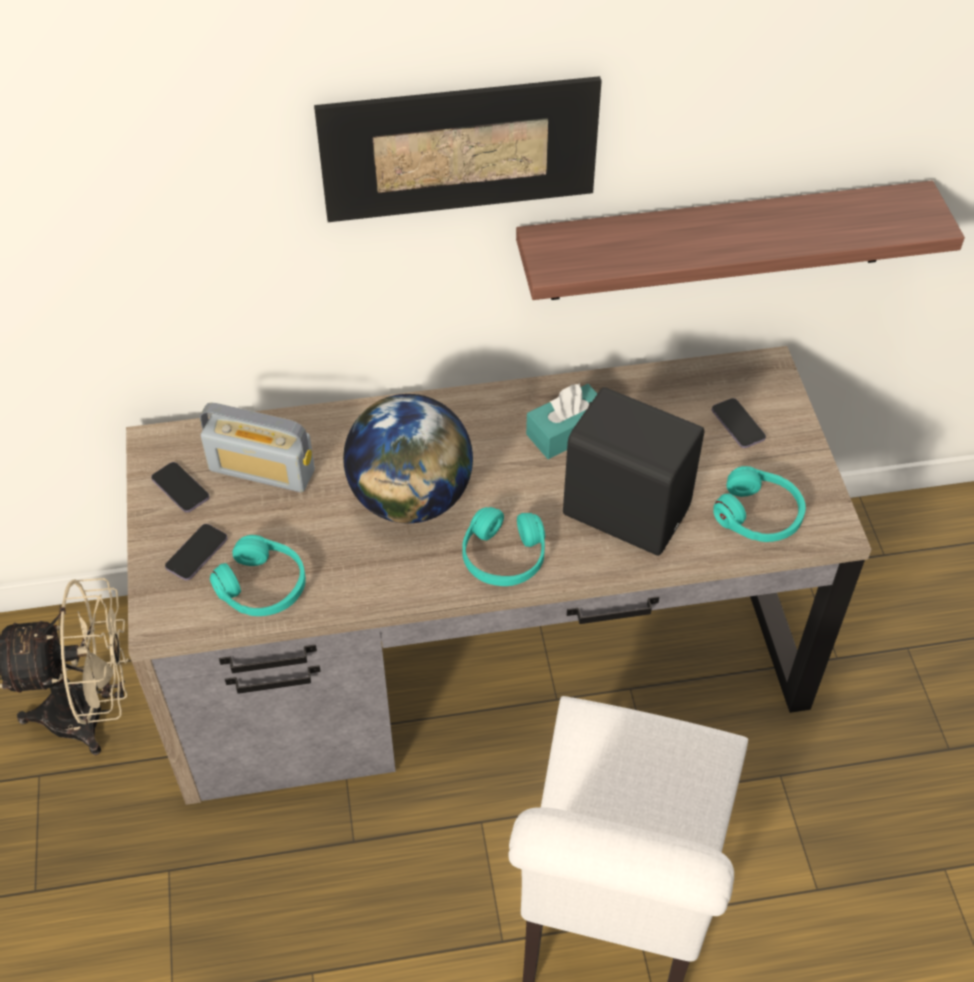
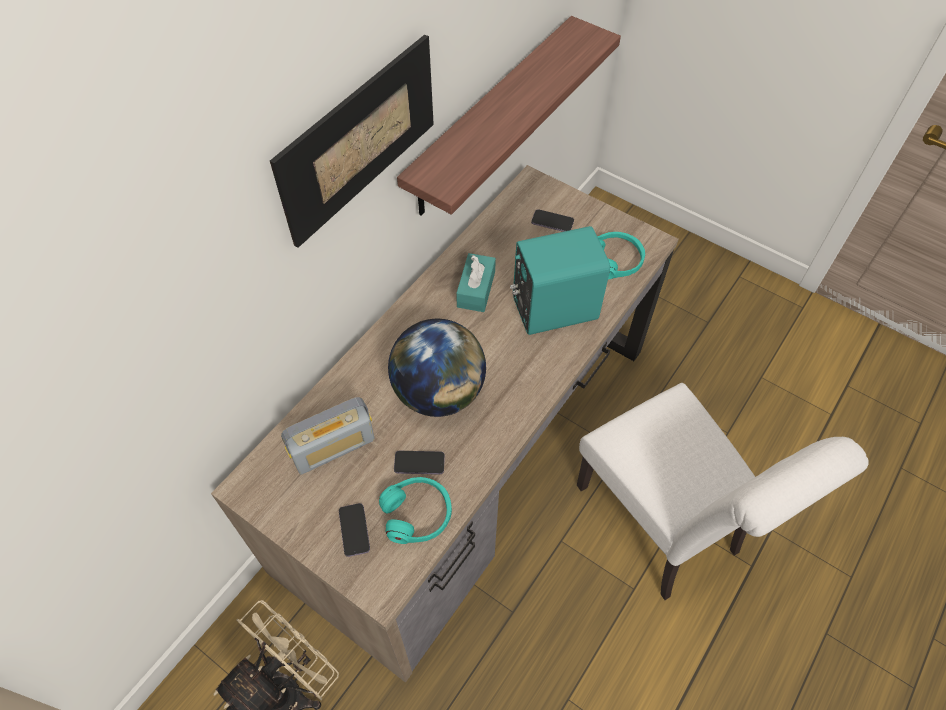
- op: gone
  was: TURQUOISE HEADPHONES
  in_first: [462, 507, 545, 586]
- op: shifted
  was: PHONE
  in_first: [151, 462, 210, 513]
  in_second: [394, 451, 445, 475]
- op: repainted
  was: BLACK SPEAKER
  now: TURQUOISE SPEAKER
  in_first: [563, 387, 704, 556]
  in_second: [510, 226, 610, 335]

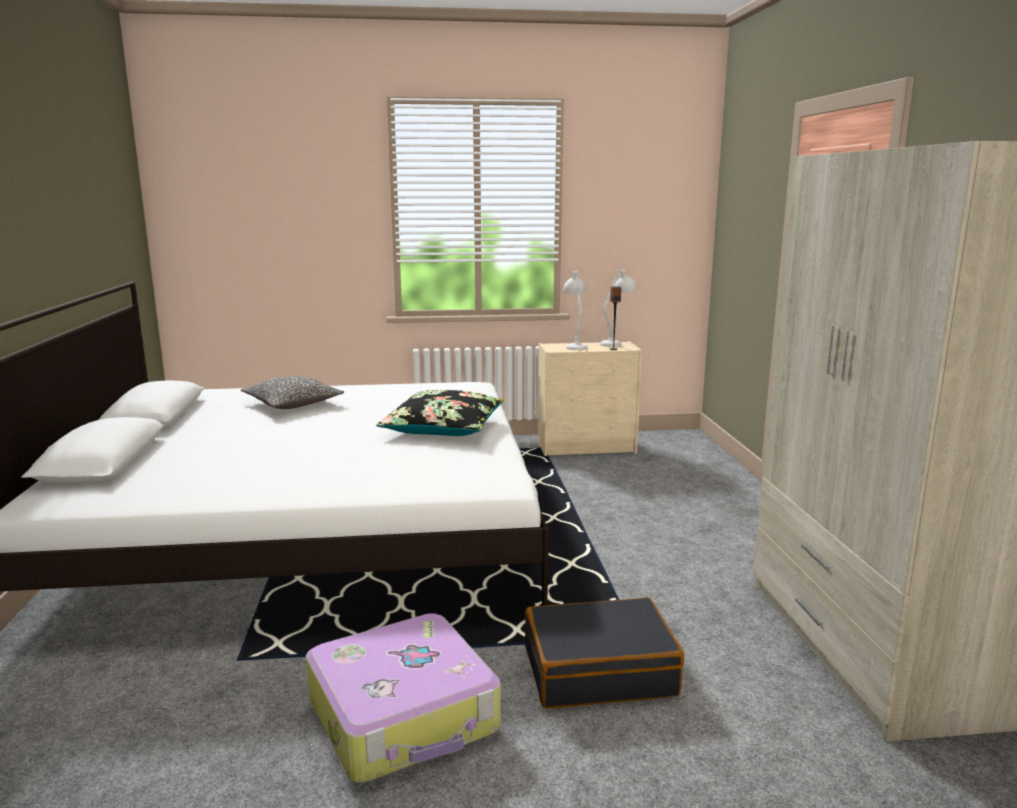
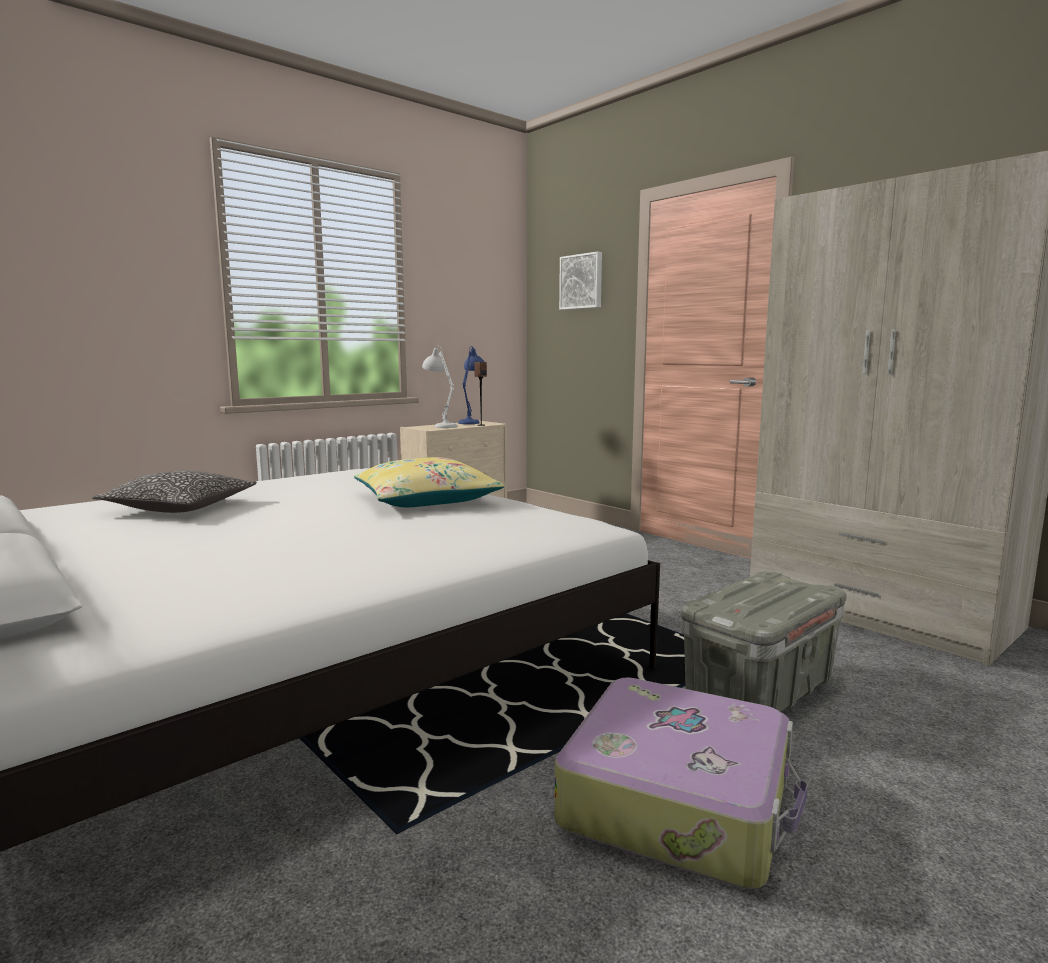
- op: new
  now: PICTURE
  in_second: [559, 251, 602, 310]
- op: swapped
  was: BLACK SUITCASE
  now: GREY STORAGE BOX
  in_first: [525, 597, 684, 708]
  in_second: [681, 571, 847, 712]
- op: repainted
  was: BLACK PILLOW
  now: YELLOW PILLOW
  in_first: [376, 390, 504, 436]
  in_second: [354, 457, 504, 507]
- op: repainted
  was: WHITE TABLE LAMP
  now: BLUE TABLE LAMP
  in_first: [600, 268, 637, 347]
  in_second: [458, 346, 484, 424]

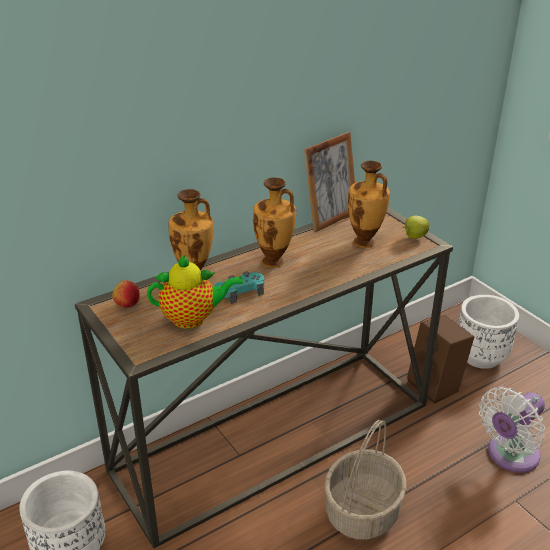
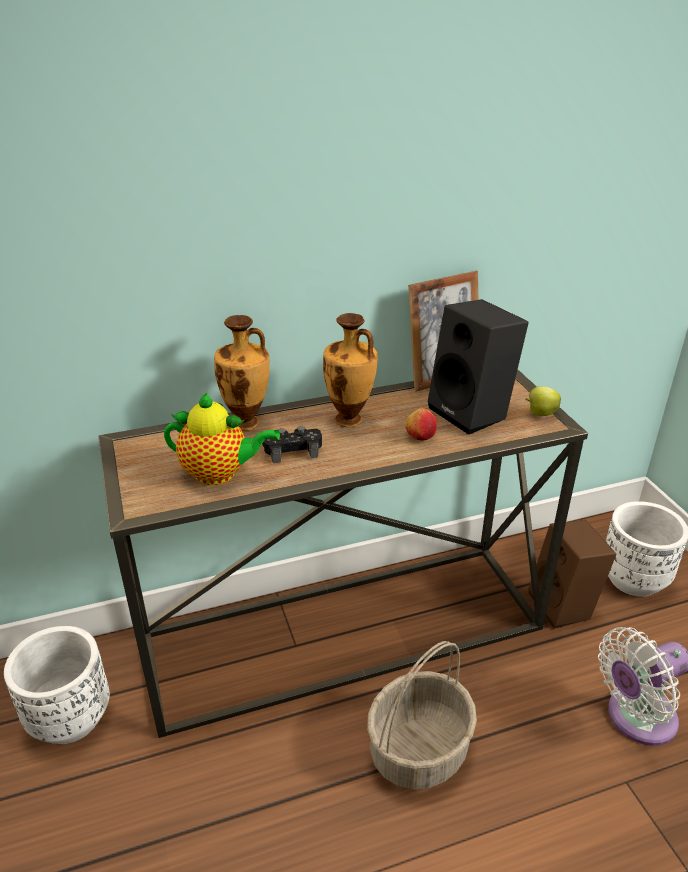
- op: shifted
  was: APPLE
  in_first: [112, 280, 140, 308]
  in_second: [405, 408, 437, 440]
- op: swapped
  was: VASE
  now: BLACK SPEAKER
  in_first: [348, 161, 390, 248]
  in_second: [428, 299, 529, 435]
- op: repainted
  was: TURQUOISE GAME CONTROLLER
  now: BLACK GAME CONTROLLER
  in_first: [215, 271, 264, 304]
  in_second: [262, 426, 322, 463]

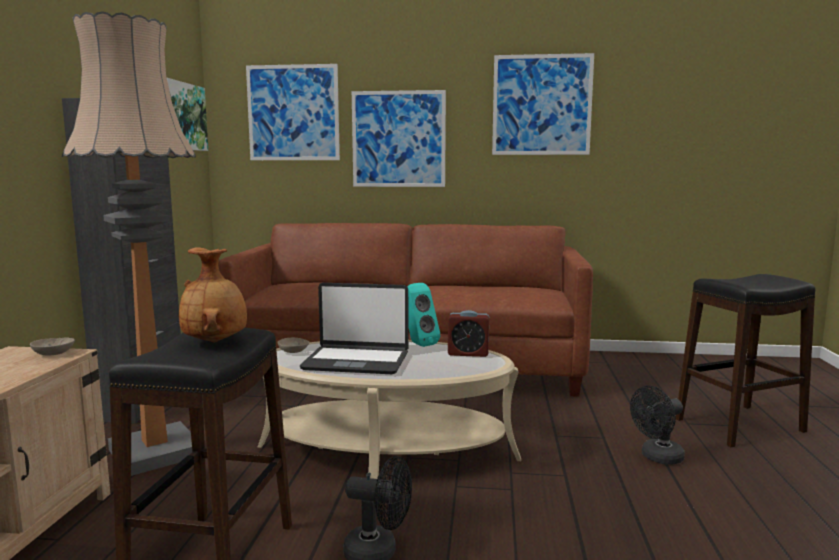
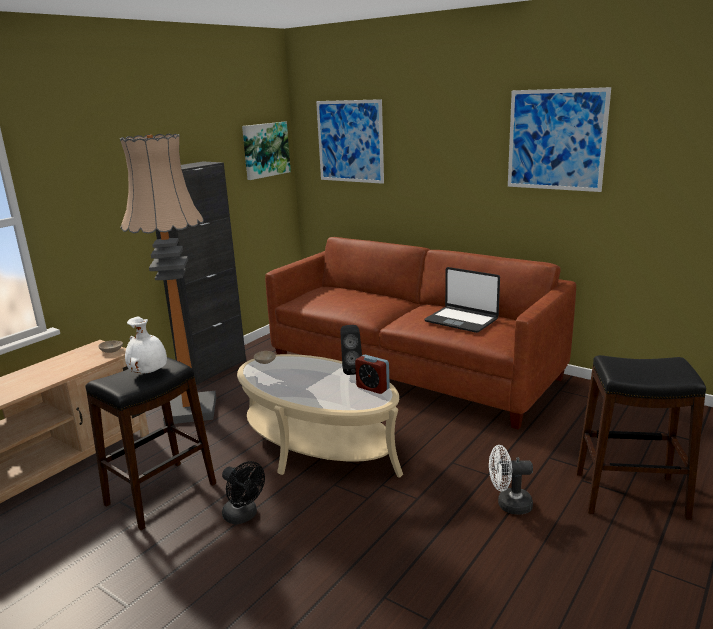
- op: gone
  was: PICTURE
  in_first: [352, 90, 446, 187]
- op: shifted
  was: LAPTOP
  in_first: [300, 283, 409, 374]
  in_second: [424, 267, 500, 333]
- op: repainted
  was: BROWN VASE
  now: WHITE VASE
  in_first: [179, 247, 247, 342]
  in_second: [125, 316, 167, 373]
- op: repainted
  was: TURQUOISE SPEAKER
  now: BLACK SPEAKER
  in_first: [408, 283, 440, 347]
  in_second: [340, 325, 362, 375]
- op: repainted
  was: BLACK FAN
  now: WHITE FAN
  in_first: [630, 386, 685, 465]
  in_second: [489, 445, 533, 515]

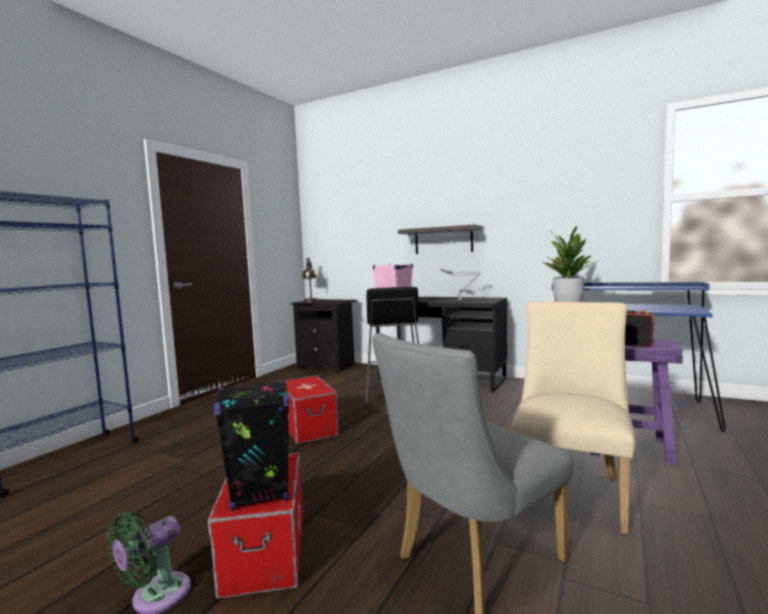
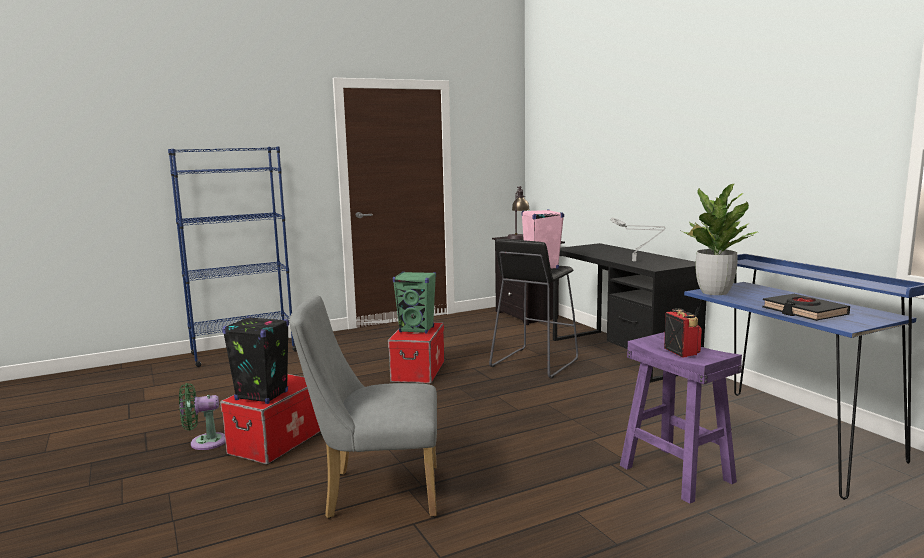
- op: gone
  was: SHELF
  in_first: [398, 224, 482, 254]
- op: gone
  was: BEIGE CHAIR
  in_first: [511, 302, 636, 534]
- op: new
  now: GREEN SPEAKER
  in_second: [393, 272, 436, 334]
- op: new
  now: BLACK BOOK
  in_second: [762, 294, 850, 321]

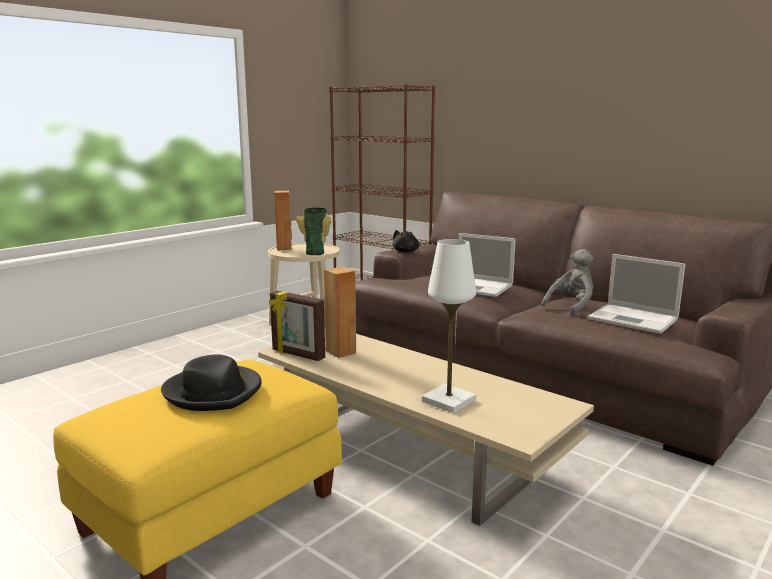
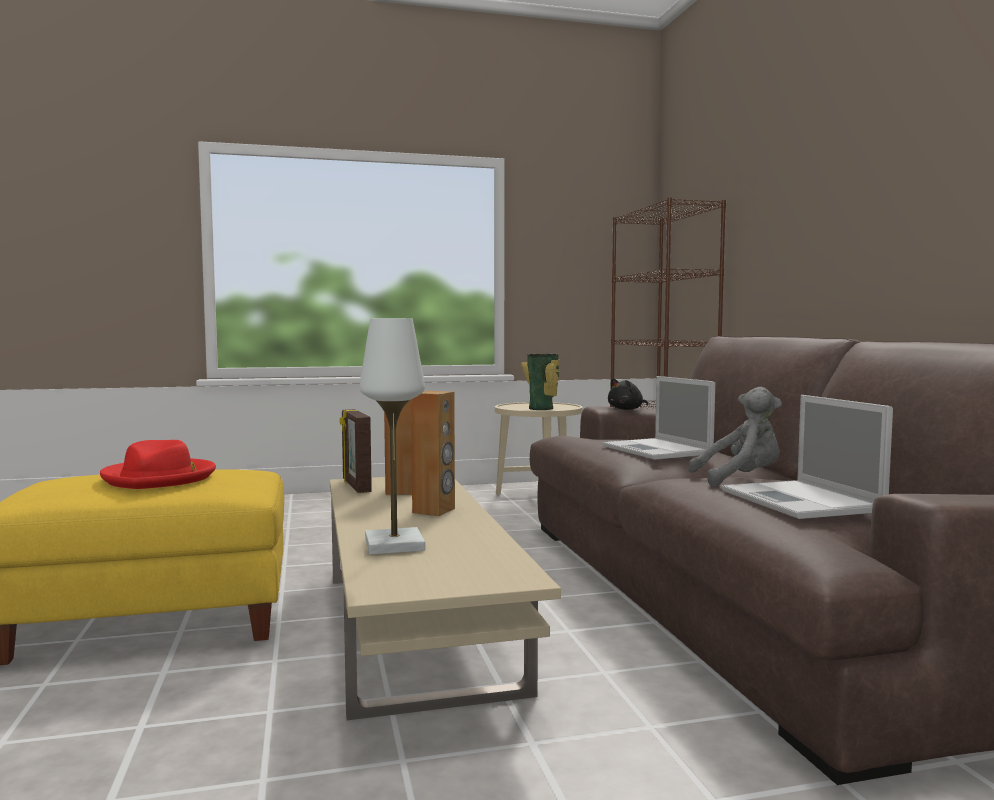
- op: shifted
  was: BROWN SPEAKER
  in_first: [274, 191, 292, 250]
  in_second: [411, 391, 455, 516]
- op: repainted
  was: BLACK HAT
  now: RED HAT
  in_first: [161, 354, 262, 411]
  in_second: [100, 440, 216, 489]

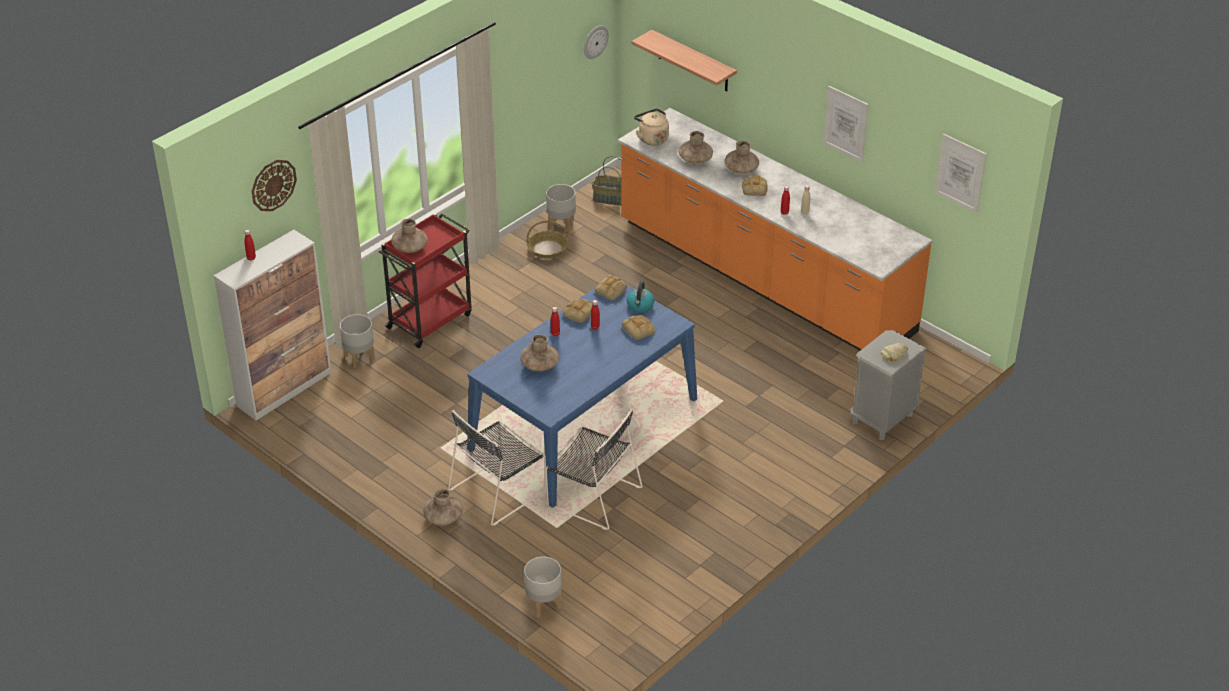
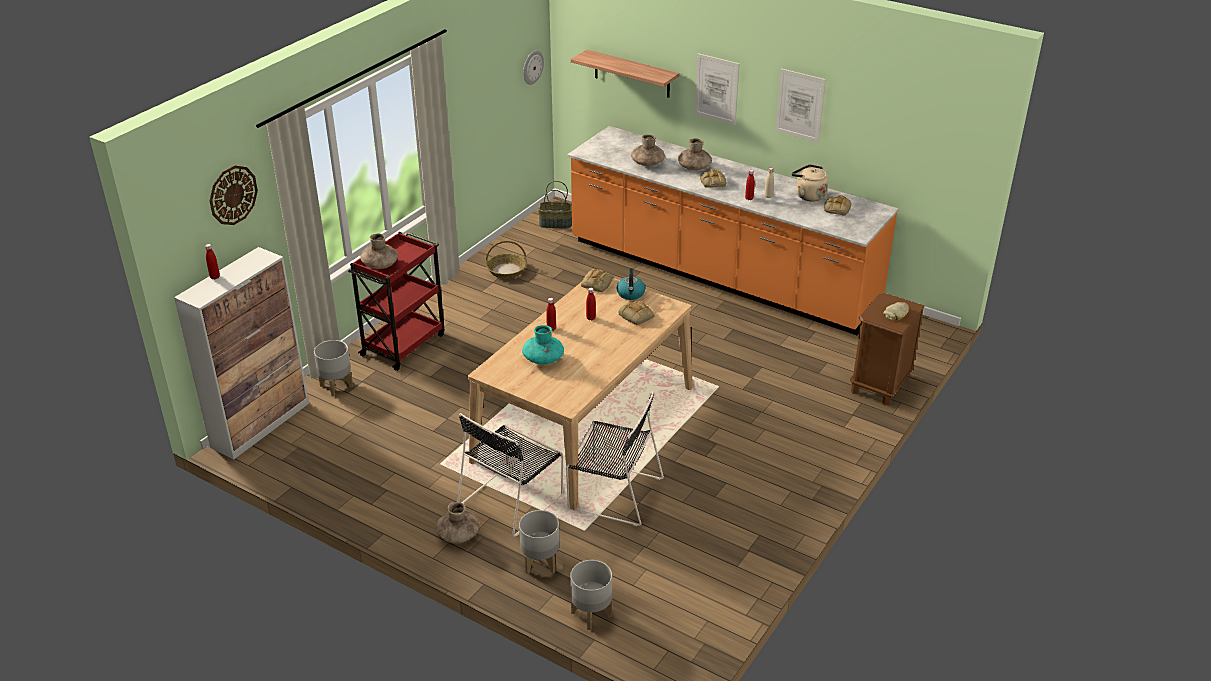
- op: shifted
  was: GREY PLANTER
  in_first: [546, 184, 576, 232]
  in_second: [519, 510, 560, 574]
- op: shifted
  was: BREAD
  in_first: [563, 299, 593, 323]
  in_second: [824, 195, 851, 216]
- op: shifted
  was: BEIGE KETTLE
  in_first: [634, 108, 669, 146]
  in_second: [791, 164, 828, 201]
- op: shifted
  was: PICTURE
  in_first: [935, 134, 987, 213]
  in_second: [695, 53, 740, 125]
- op: repainted
  was: BLUE DINING TABLE
  now: BEIGE DINING TABLE
  in_first: [467, 285, 697, 508]
  in_second: [468, 278, 693, 510]
- op: repainted
  was: BROWN VASE
  now: TURQUOISE VASE
  in_first: [520, 335, 559, 371]
  in_second: [522, 325, 564, 364]
- op: repainted
  was: GREY NIGHTSTAND
  now: BROWN NIGHTSTAND
  in_first: [851, 330, 927, 440]
  in_second: [850, 293, 925, 405]

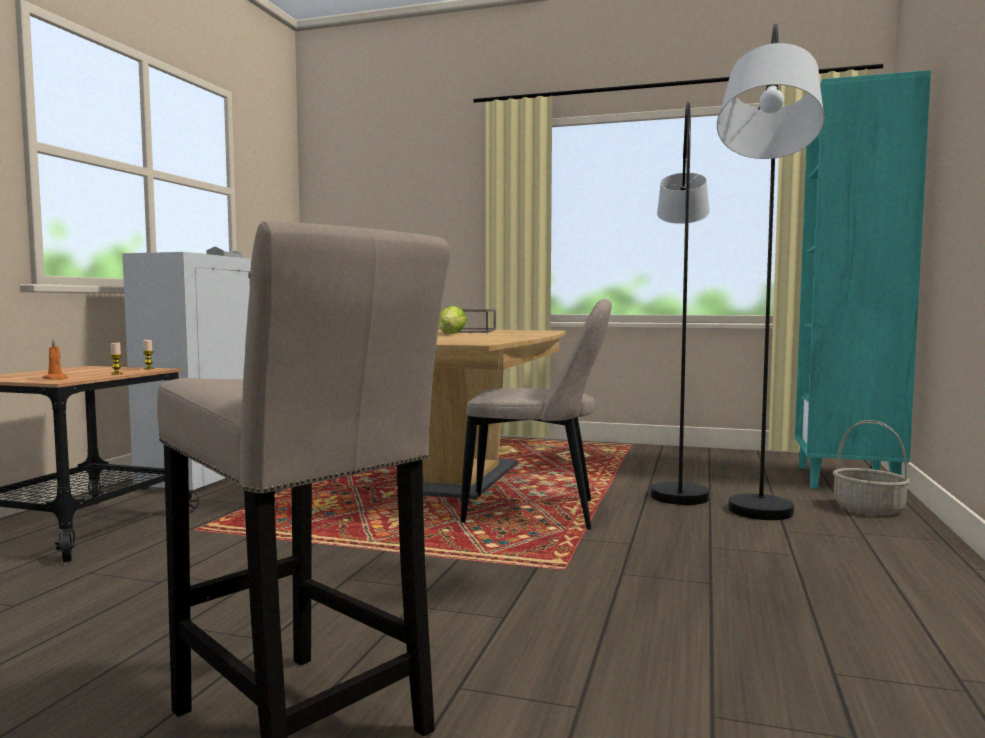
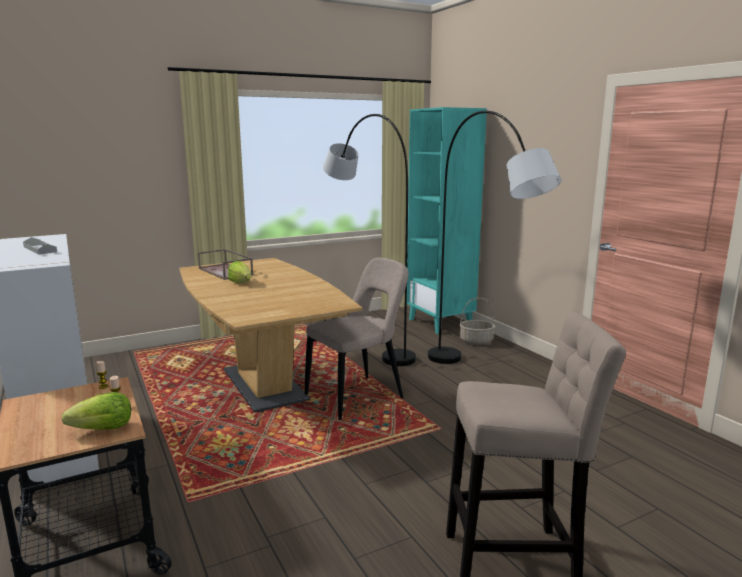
- op: swapped
  was: ORANGE CANDLE
  now: LETTUCE
  in_first: [42, 339, 68, 380]
  in_second: [62, 392, 131, 430]

